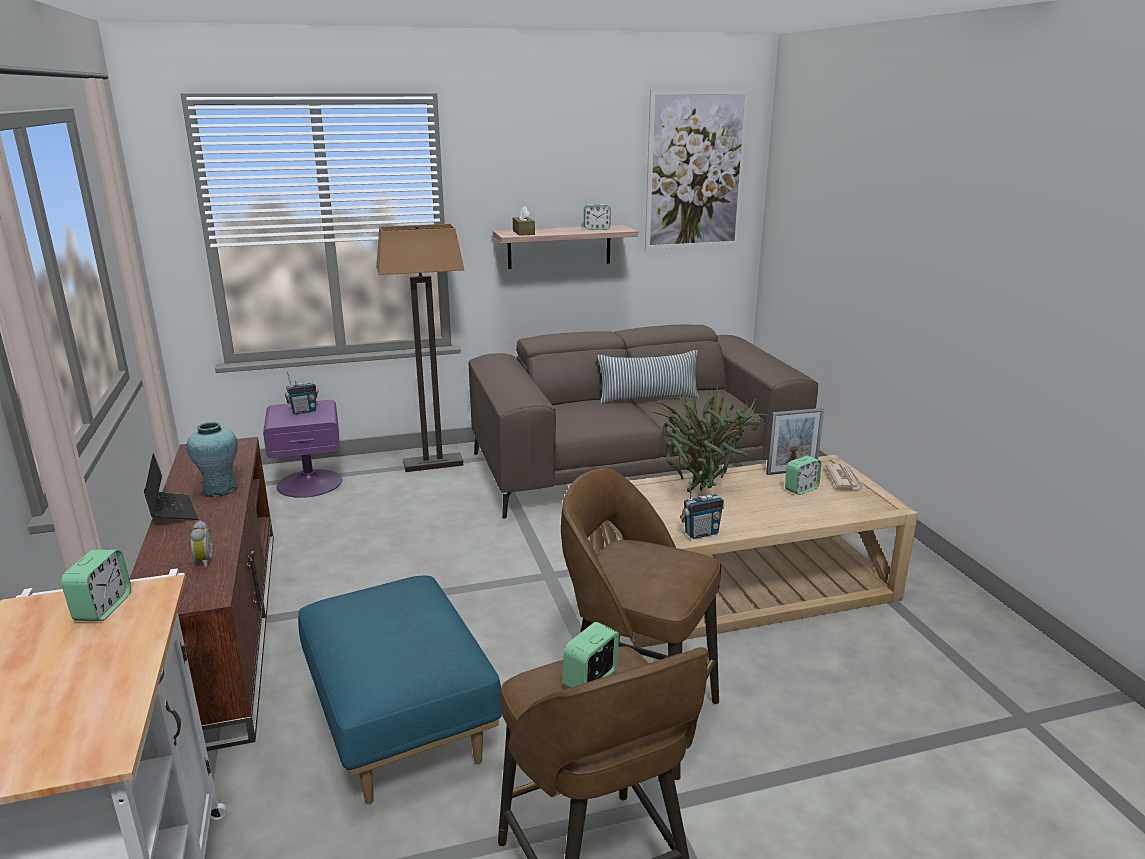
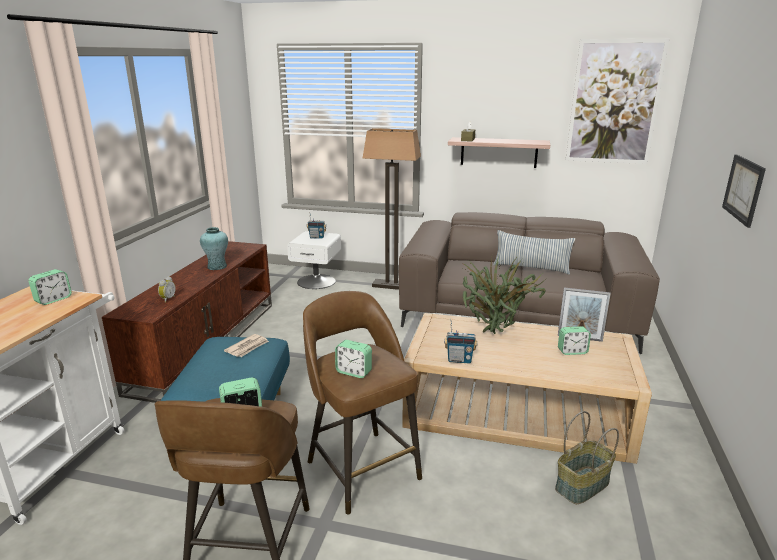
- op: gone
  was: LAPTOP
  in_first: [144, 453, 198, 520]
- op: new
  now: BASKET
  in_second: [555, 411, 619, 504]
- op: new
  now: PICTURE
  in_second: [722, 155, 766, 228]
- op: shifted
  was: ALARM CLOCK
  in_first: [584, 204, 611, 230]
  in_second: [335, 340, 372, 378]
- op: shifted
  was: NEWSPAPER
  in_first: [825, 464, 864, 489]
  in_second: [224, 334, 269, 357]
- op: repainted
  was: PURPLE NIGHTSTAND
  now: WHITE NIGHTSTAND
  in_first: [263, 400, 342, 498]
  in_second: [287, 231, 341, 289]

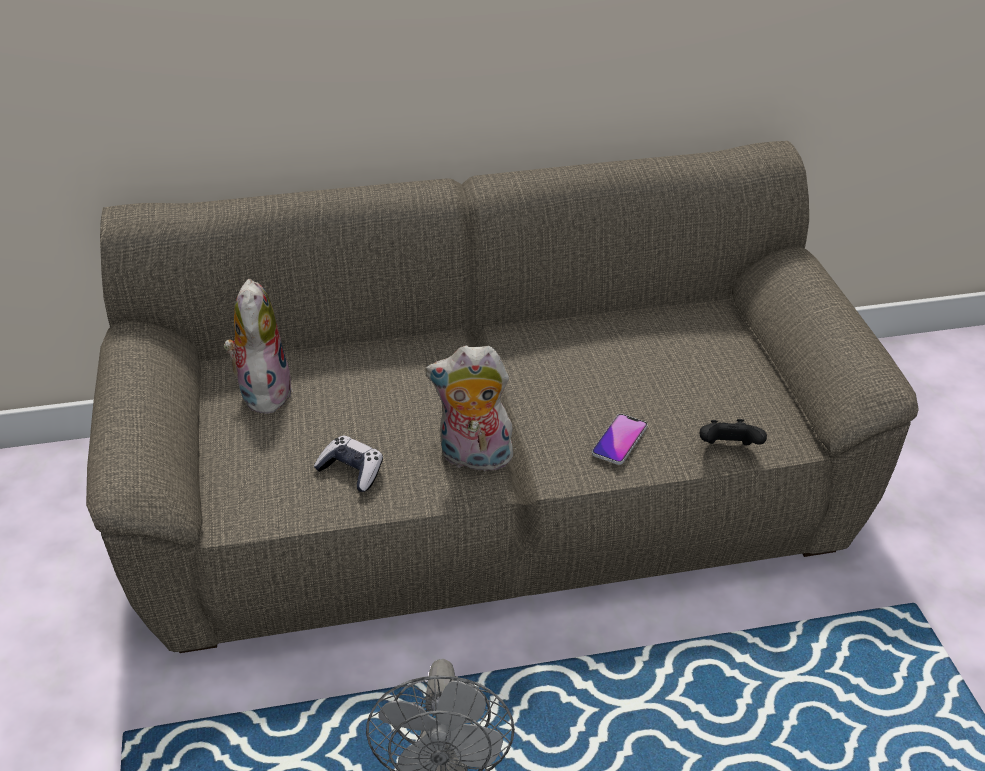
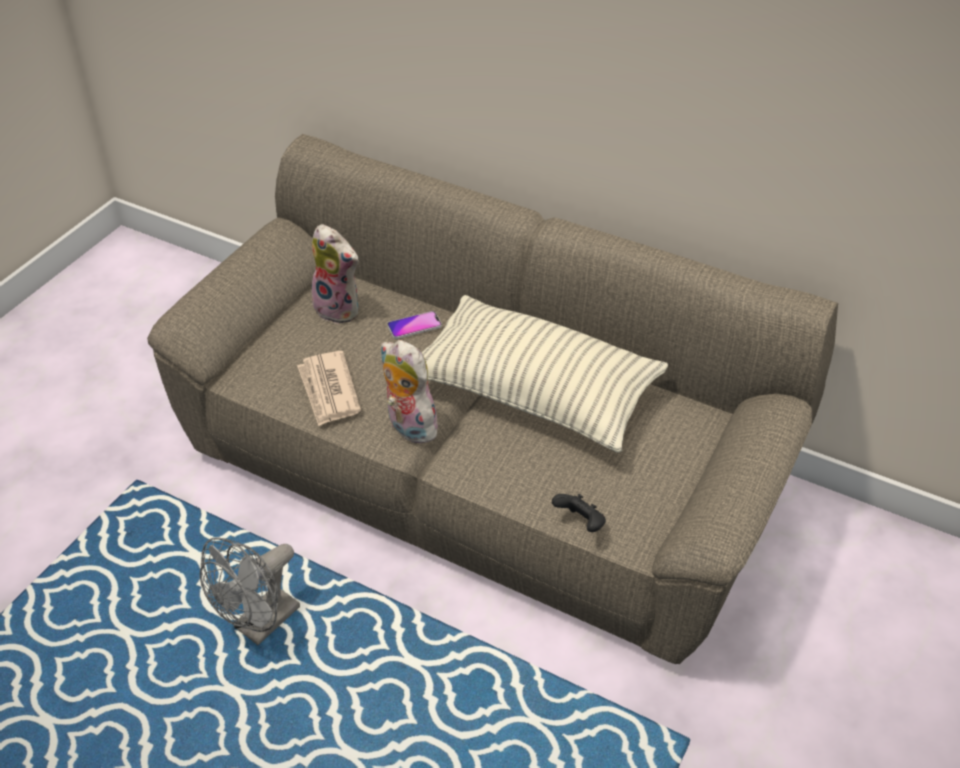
- op: new
  now: PILLOW
  in_second: [422, 295, 668, 453]
- op: shifted
  was: PHONE
  in_first: [592, 414, 648, 465]
  in_second: [387, 311, 442, 339]
- op: swapped
  was: GAME CONTROLLER
  now: NEWSPAPER
  in_first: [314, 436, 383, 492]
  in_second: [297, 351, 361, 426]
- op: rotated
  was: PLUSH TOY
  in_first: [224, 279, 293, 414]
  in_second: [309, 224, 359, 324]
  clockwise: 90

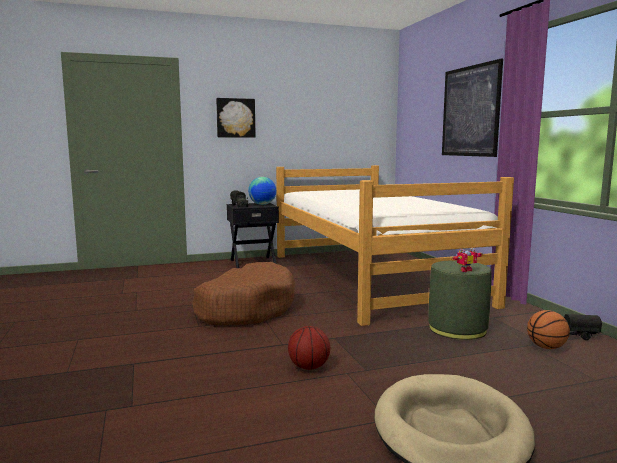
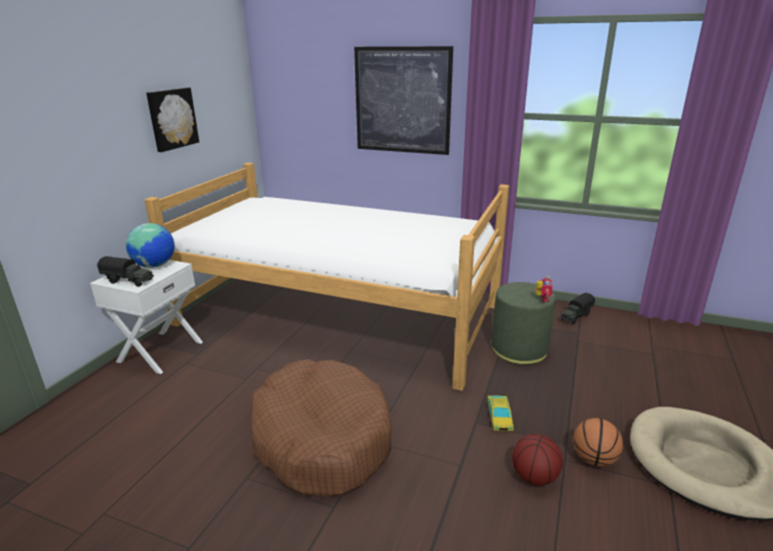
- op: new
  now: TOY CAR
  in_second: [487, 395, 514, 431]
- op: shifted
  was: PICTURE
  in_first: [216, 98, 256, 138]
  in_second: [146, 87, 199, 152]
- op: shifted
  was: BASKETBALL
  in_first: [527, 310, 570, 349]
  in_second: [573, 418, 623, 467]
- op: repainted
  was: BLACK NIGHTSTAND
  now: WHITE NIGHTSTAND
  in_first: [227, 203, 279, 268]
  in_second: [90, 260, 203, 374]

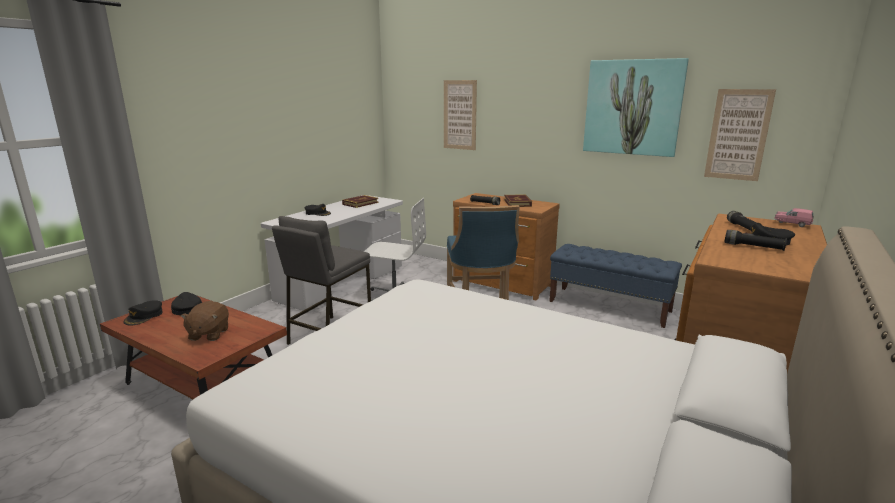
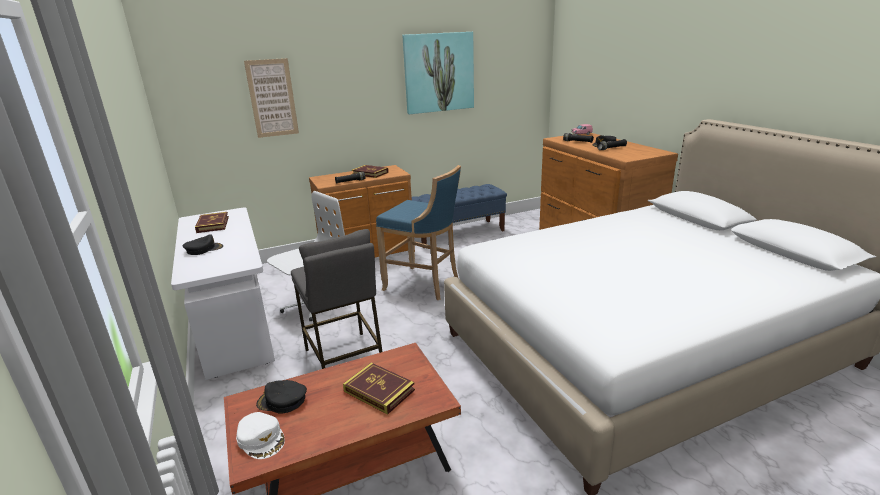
- op: gone
  was: PICTURE
  in_first: [704, 89, 776, 181]
- op: swapped
  was: BROWN PLUSH TOY
  now: BOOK
  in_first: [180, 301, 229, 341]
  in_second: [343, 363, 415, 414]
- op: repainted
  was: BLACK CAP
  now: WHITE CAP
  in_first: [123, 300, 163, 325]
  in_second: [236, 412, 285, 459]

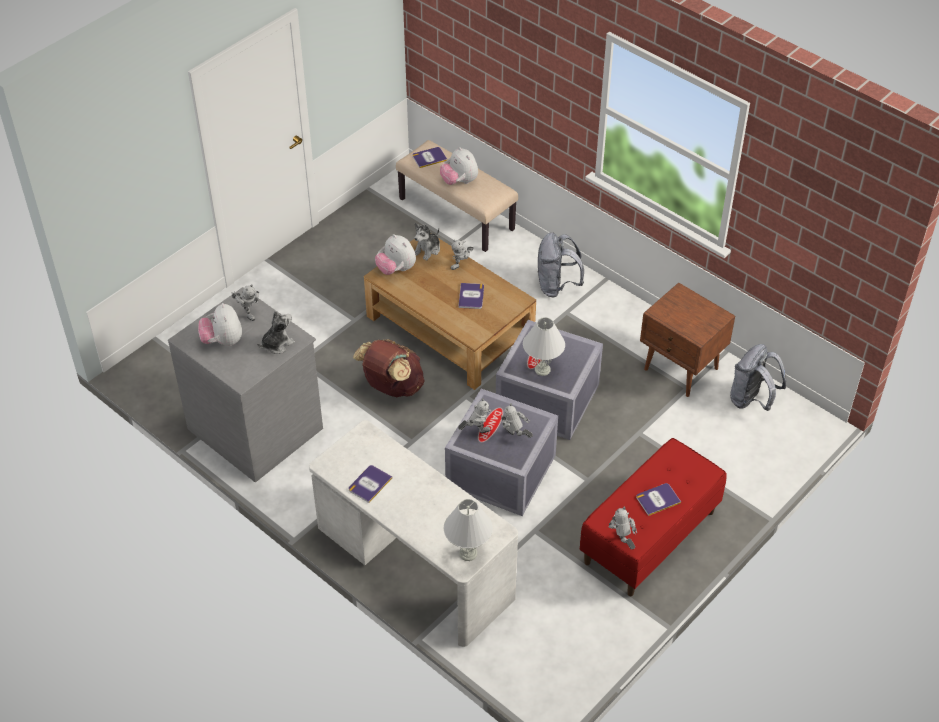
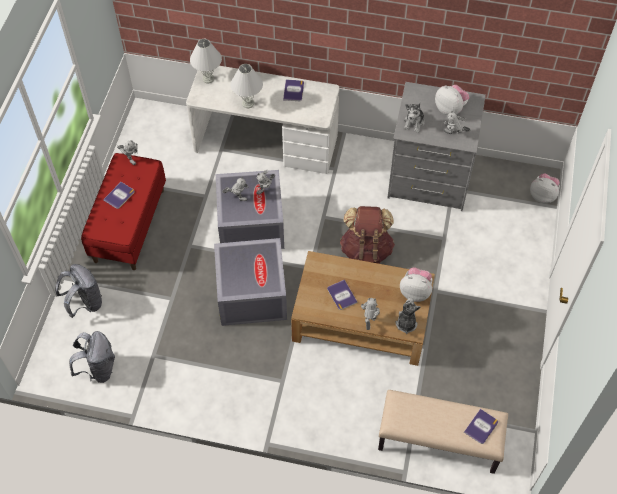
- op: gone
  was: BROWN NIGHTSTAND
  in_first: [640, 283, 735, 397]
- op: shifted
  was: PLUSH TOY
  in_first: [440, 147, 478, 185]
  in_second: [530, 173, 560, 203]
- op: shifted
  was: WHITE TABLE LAMP
  in_first: [523, 317, 565, 376]
  in_second: [230, 64, 263, 108]
- op: shifted
  was: GREY BACKPACK
  in_first: [537, 232, 584, 298]
  in_second: [55, 264, 102, 318]

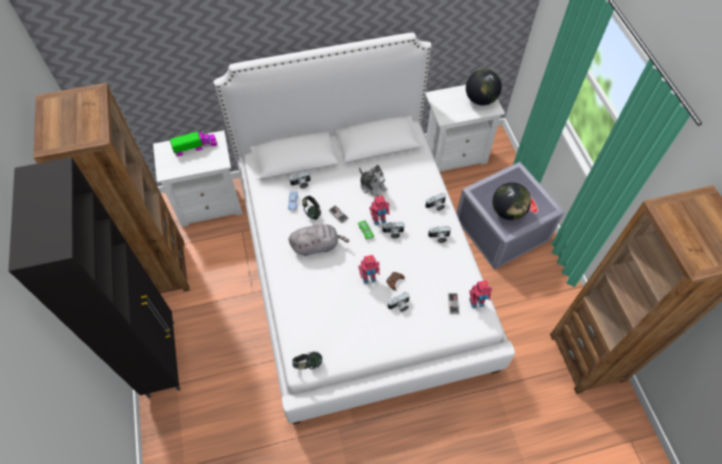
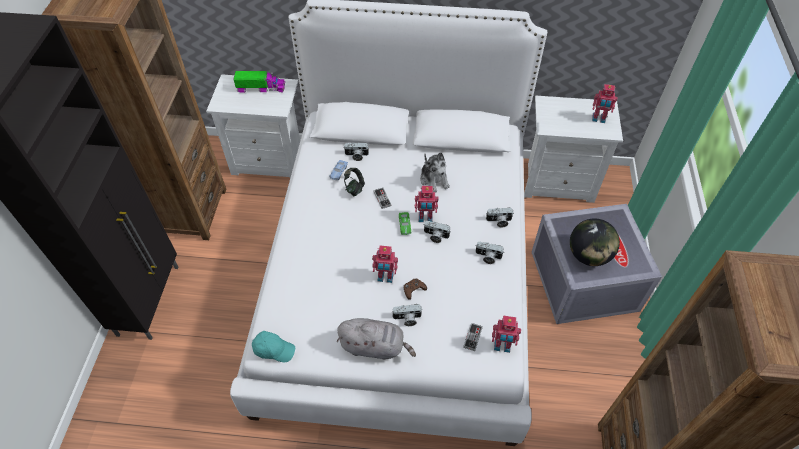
- op: shifted
  was: GREY PLUSH TOY
  in_first: [289, 224, 349, 256]
  in_second: [337, 318, 416, 359]
- op: swapped
  was: HEADPHONES
  now: TURQUOISE CAP
  in_first: [292, 352, 322, 369]
  in_second: [252, 331, 295, 362]
- op: swapped
  was: GLOBE
  now: TOY ROBOT
  in_first: [466, 69, 502, 105]
  in_second: [592, 84, 618, 123]

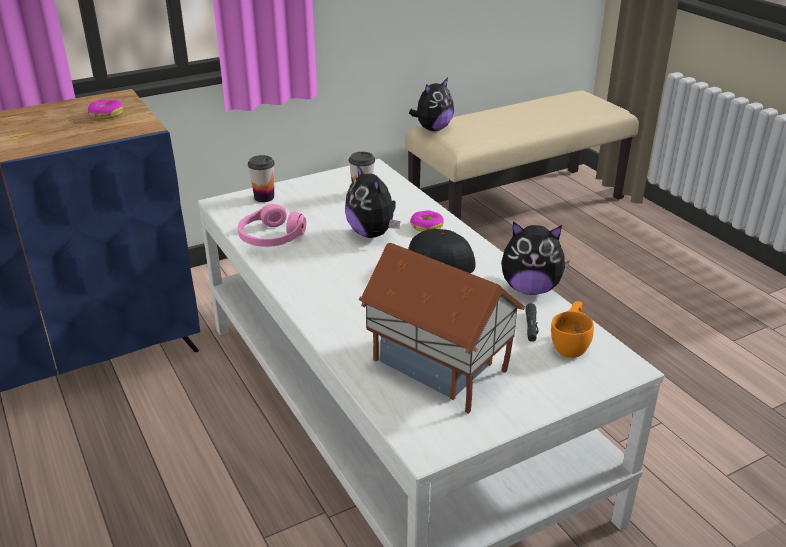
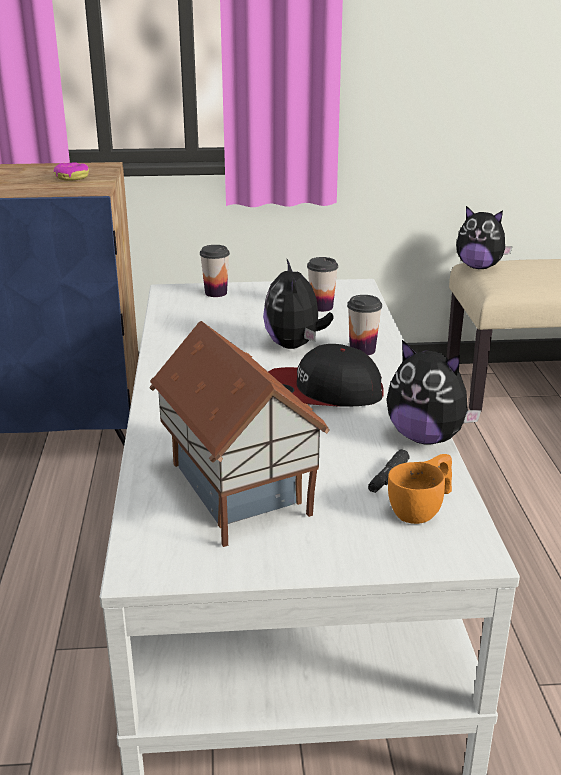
- op: gone
  was: PINK HEADPHONES
  in_first: [238, 204, 306, 247]
- op: swapped
  was: DONUT
  now: CUP
  in_first: [410, 210, 444, 232]
  in_second: [347, 295, 382, 355]
- op: rotated
  was: PLUSH TOY
  in_first: [409, 77, 454, 131]
  in_second: [456, 206, 513, 269]
  clockwise: 45

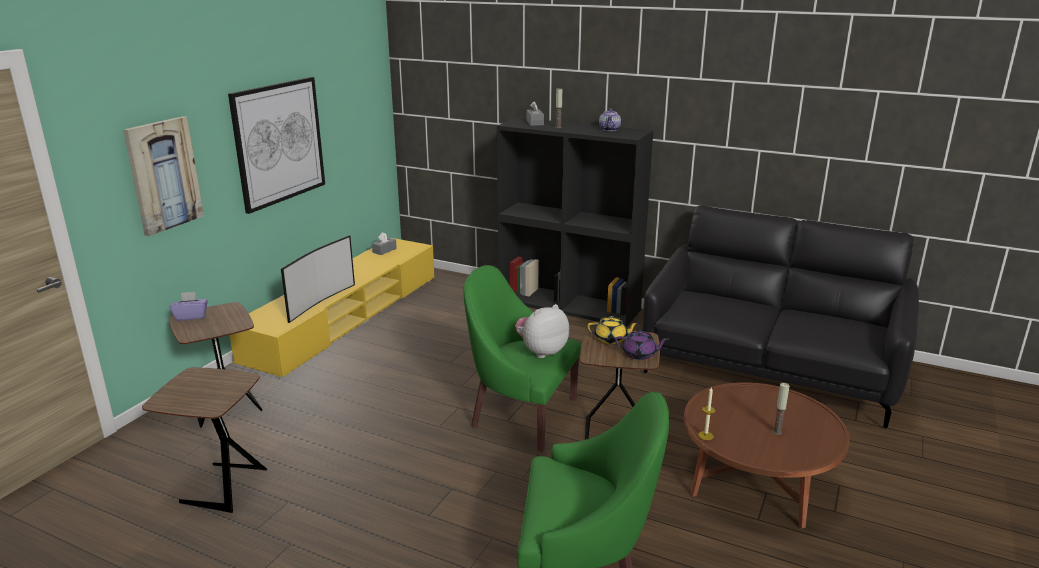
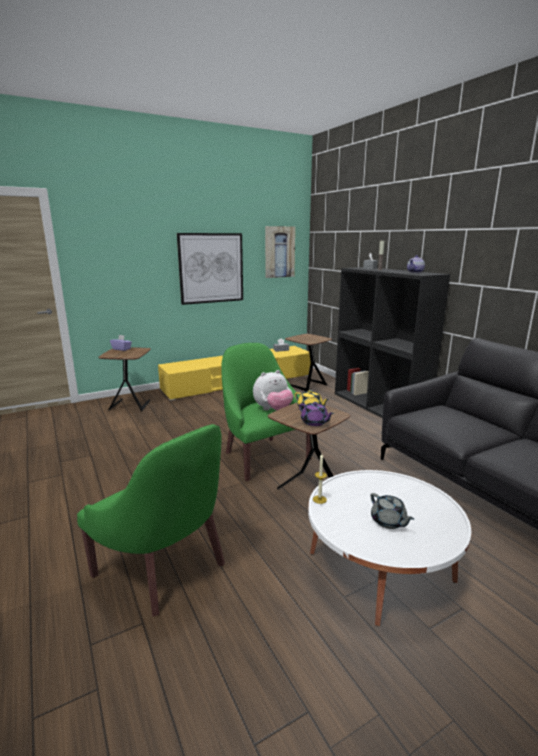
- op: gone
  was: TELEVISION
  in_first: [281, 235, 355, 323]
- op: shifted
  was: PICTURE
  in_first: [123, 116, 204, 236]
  in_second: [265, 226, 295, 278]
- op: shifted
  was: BROWN SIDE TABLE
  in_first: [142, 367, 267, 513]
  in_second: [285, 334, 332, 391]
- op: swapped
  was: CANDLE
  now: GREY TEAPOT
  in_first: [773, 383, 790, 435]
  in_second: [370, 493, 414, 529]
- op: repainted
  was: BROWN COFFEE TABLE
  now: WHITE COFFEE TABLE
  in_first: [684, 382, 850, 529]
  in_second: [308, 470, 472, 626]
- op: rotated
  was: PLUSH TOY
  in_first: [515, 304, 569, 358]
  in_second: [253, 370, 293, 410]
  clockwise: 150

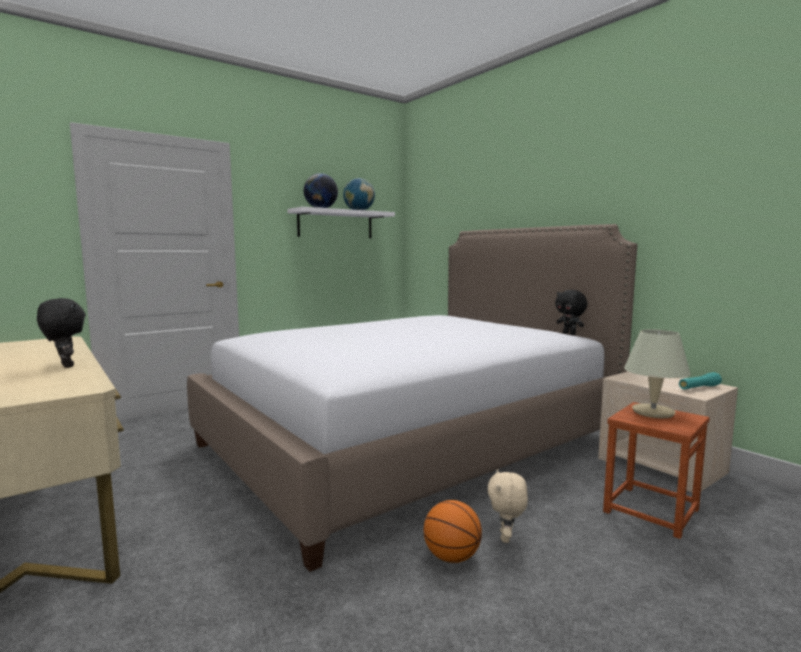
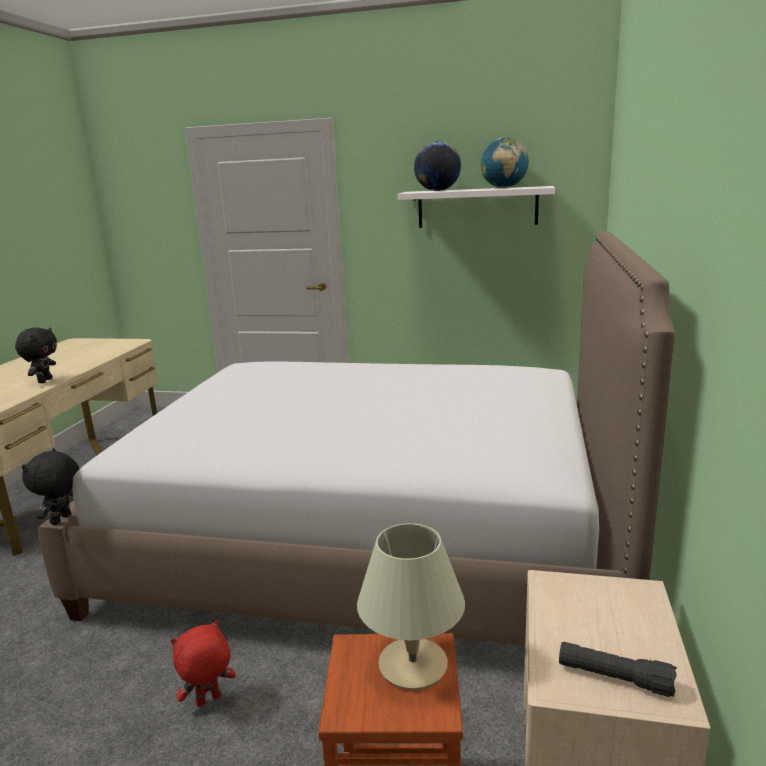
- op: gone
  was: BASKETBALL
  in_first: [424, 500, 482, 563]
- op: shifted
  was: BLACK PLUSH TOY
  in_first: [555, 290, 588, 335]
  in_second: [22, 448, 79, 525]
- op: repainted
  was: BEIGE PLUSH TOY
  now: RED PLUSH TOY
  in_first: [488, 469, 528, 543]
  in_second: [170, 620, 236, 707]
- op: repainted
  was: TURQUOISE FLASHLIGHT
  now: BLACK FLASHLIGHT
  in_first: [679, 372, 722, 389]
  in_second: [559, 642, 677, 697]

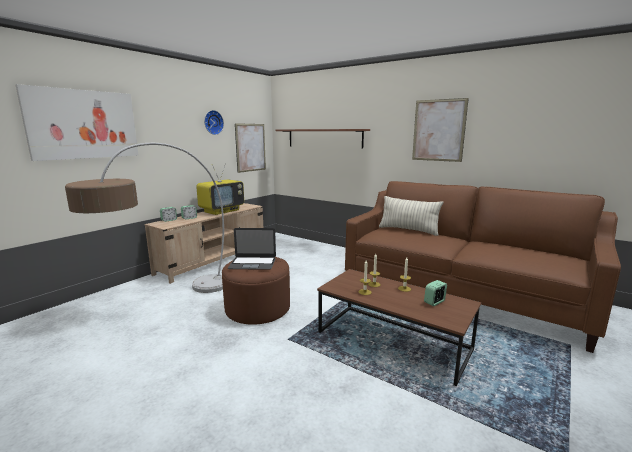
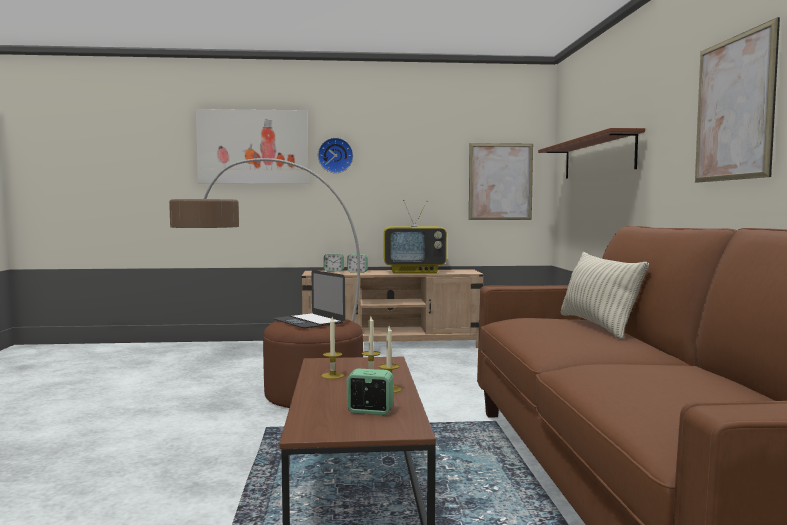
- op: shifted
  was: WALL CLOCK
  in_first: [204, 110, 224, 135]
  in_second: [318, 137, 353, 173]

